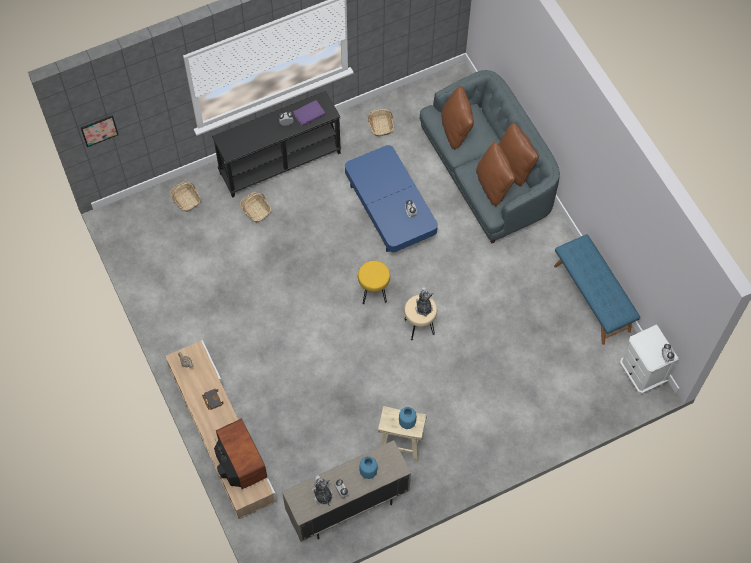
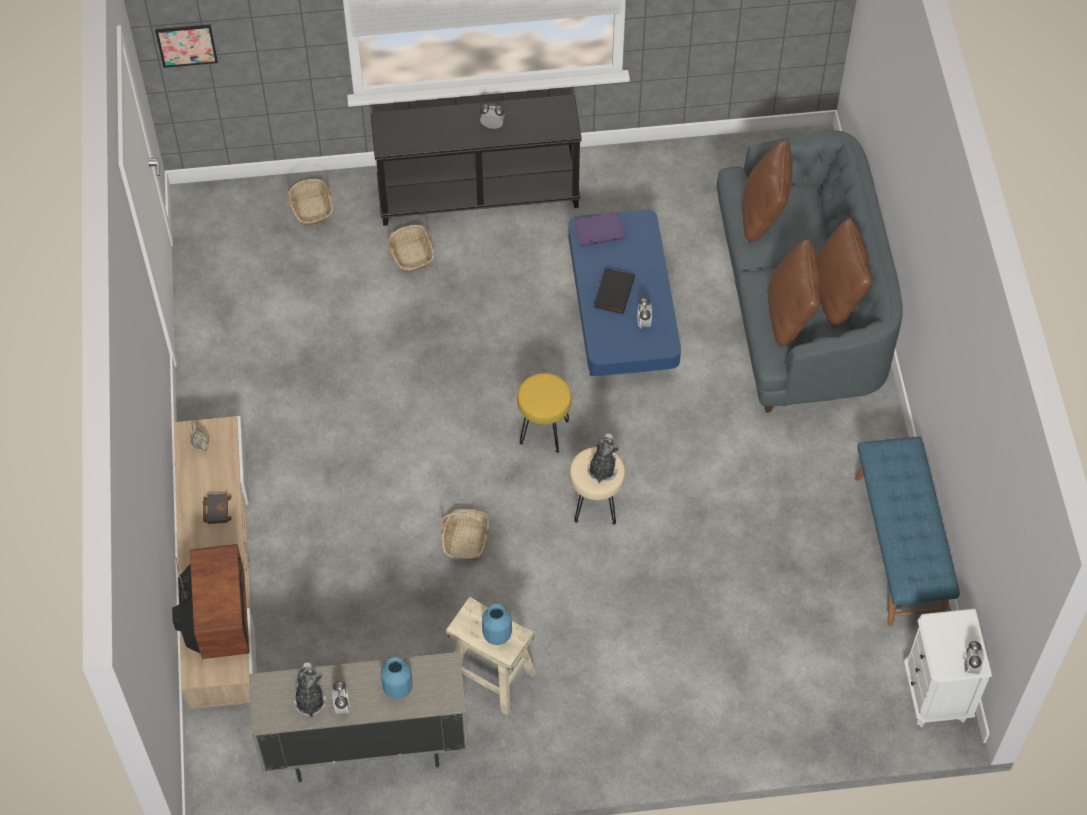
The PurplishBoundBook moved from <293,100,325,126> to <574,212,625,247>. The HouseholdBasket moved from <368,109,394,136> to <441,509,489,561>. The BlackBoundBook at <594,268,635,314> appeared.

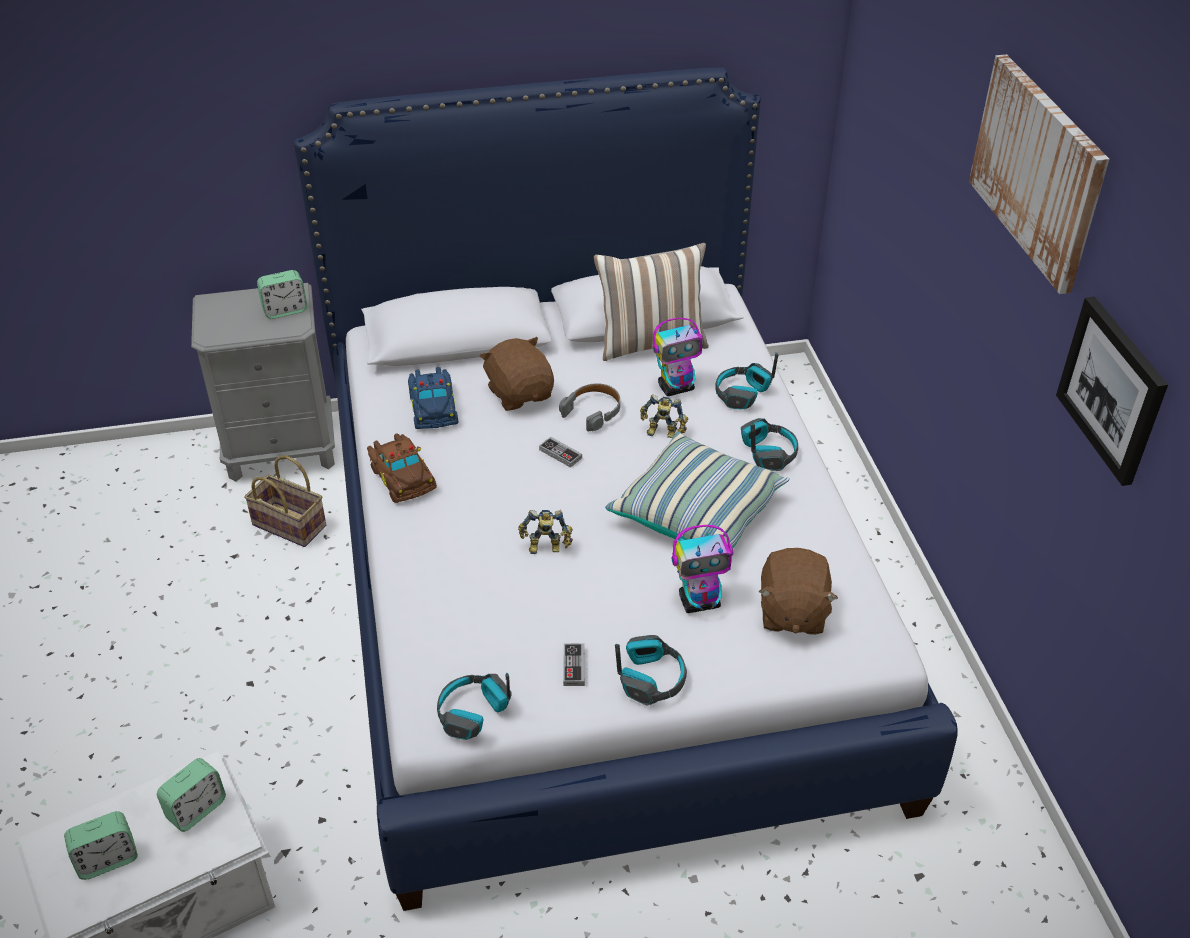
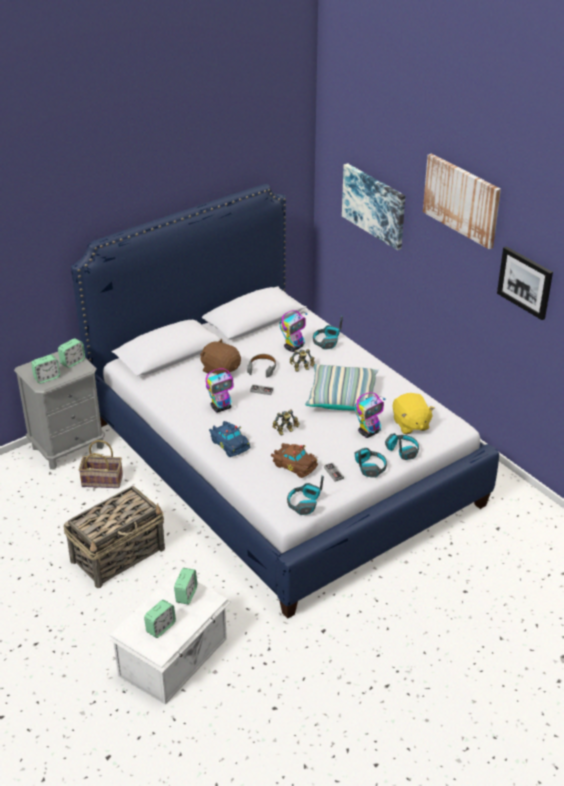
The Pillow at <594,243,709,361> disappeared. The BluishModelCar moved from <408,367,458,429> to <209,421,250,457>. The Headphones moved from <741,418,798,471> to <385,433,419,460>. The BrownModelCar moved from <367,433,437,503> to <271,443,318,478>. The BrownSoftToy at <759,548,838,635> became the YellowSoftToy at <393,393,435,434>. The Picture at <342,163,405,250> appeared. The AlarmClock at <31,355,60,383> appeared. The ToyRobot at <206,369,233,413> appeared. The HouseholdBasket at <64,486,165,588> appeared.

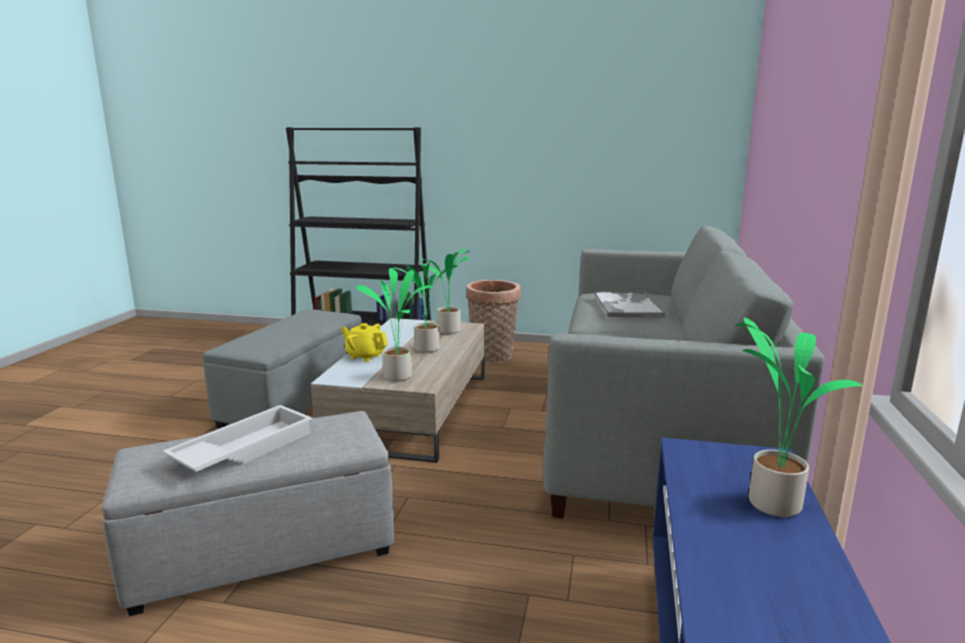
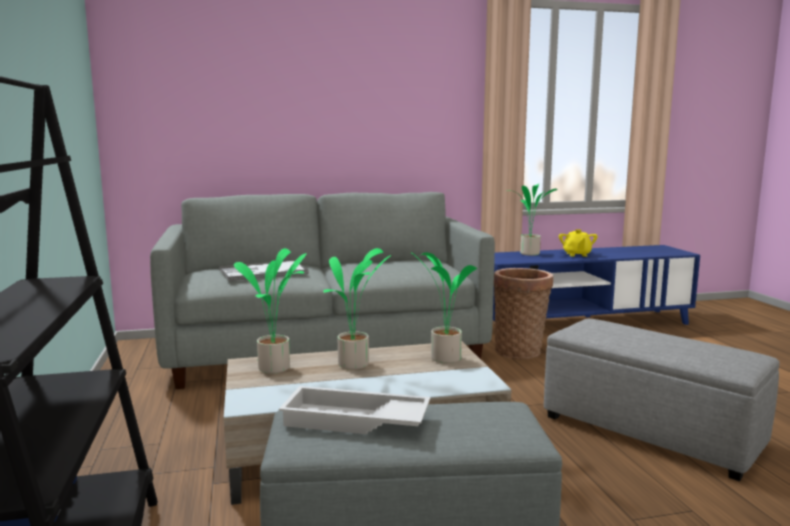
The HouseholdBasket moved from <466,280,521,363> to <494,268,553,359>. The YellowTeaPot moved from <341,323,388,362> to <559,229,598,257>. The WhiteCarryingTray moved from <162,405,313,472> to <279,386,430,434>.

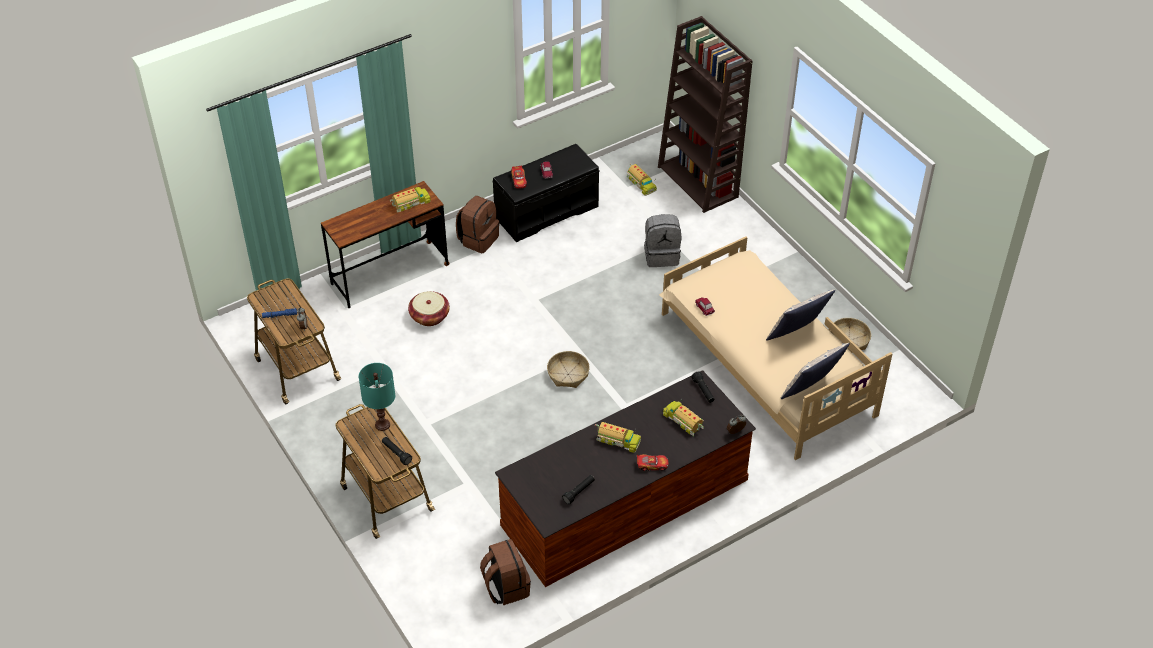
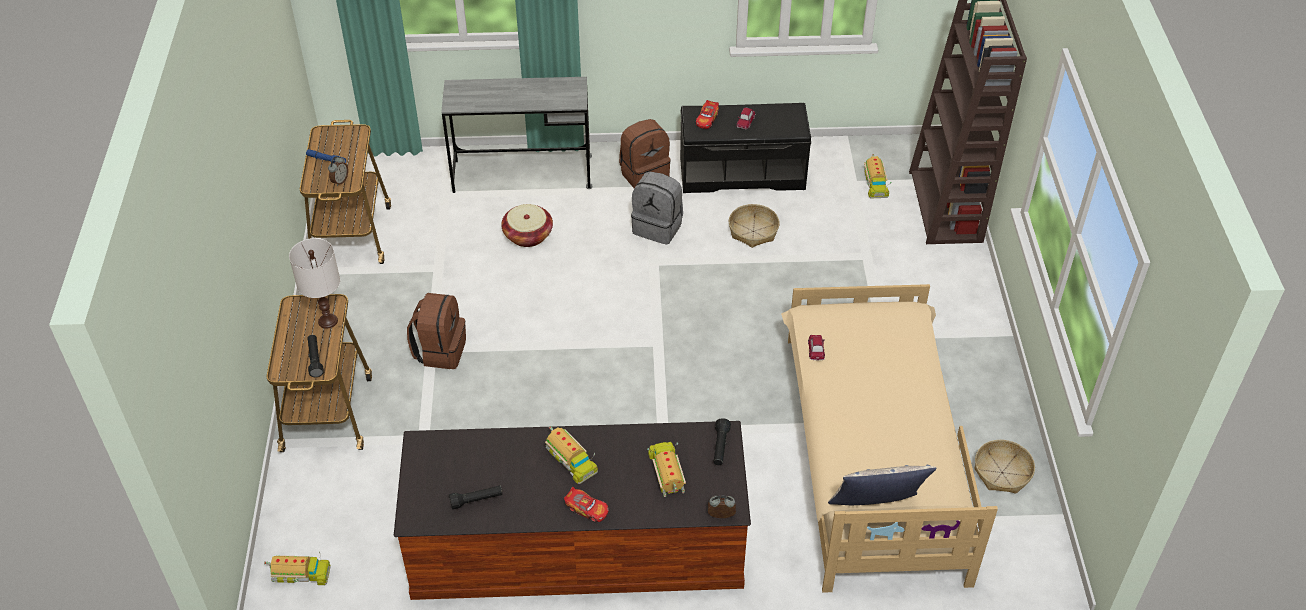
The BrownDeskTable at <321,181,450,308> became the GreyDeskTable at <441,77,592,193>. The ModelTruck moved from <390,184,431,213> to <264,552,331,585>. The GreyKnapsack moved from <644,214,681,267> to <631,172,683,245>. The Pillow at <766,290,835,341> disappeared. The HouseholdBasket moved from <547,351,590,388> to <729,204,780,248>. The BlueGreenTableLamp at <359,363,395,431> became the WhiteTableLamp at <289,238,340,329>. The BrownKnapsack moved from <480,539,531,605> to <407,293,466,369>.

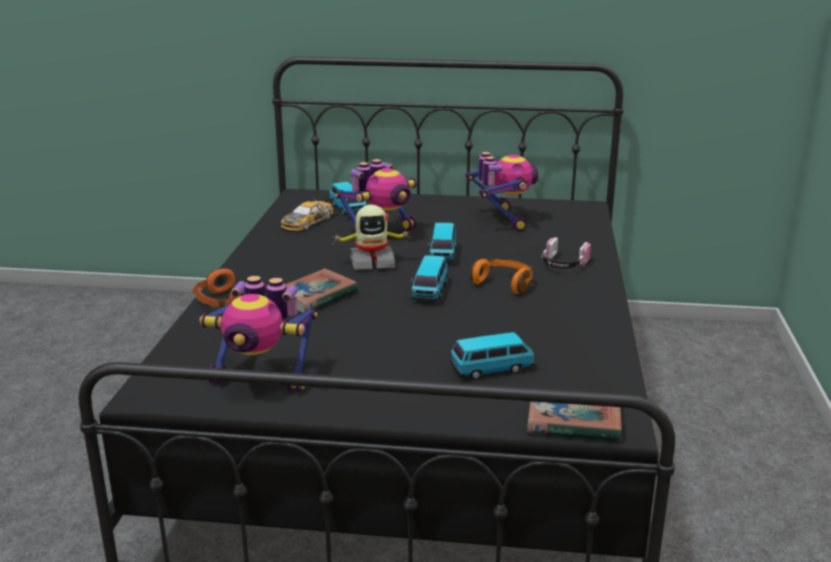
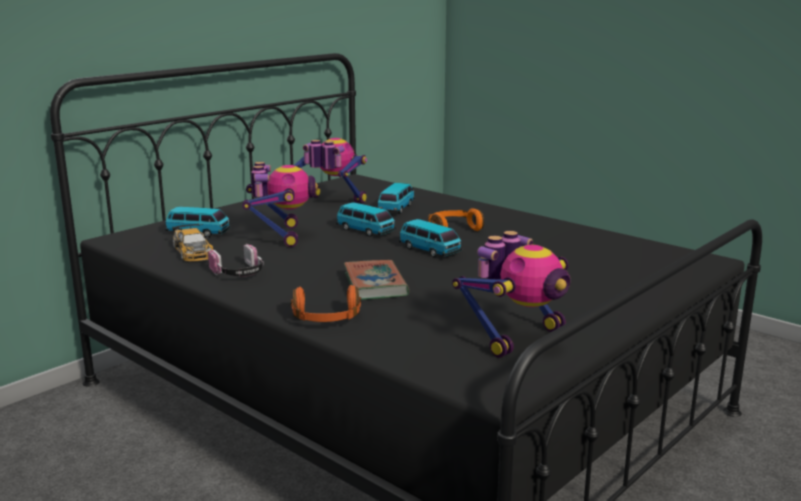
The ToyRobot at <331,205,411,270> disappeared. The Headphones moved from <541,237,591,269> to <208,244,264,277>. The ModelCar moved from <450,332,535,380> to <378,183,415,214>. The BoundBook at <527,388,621,442> disappeared.

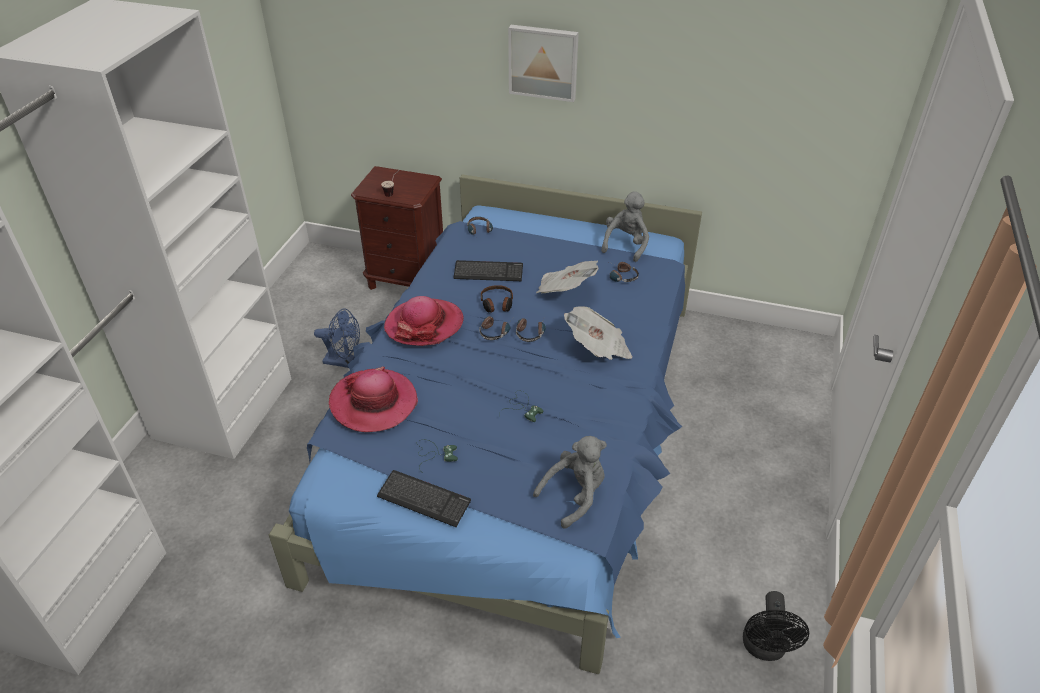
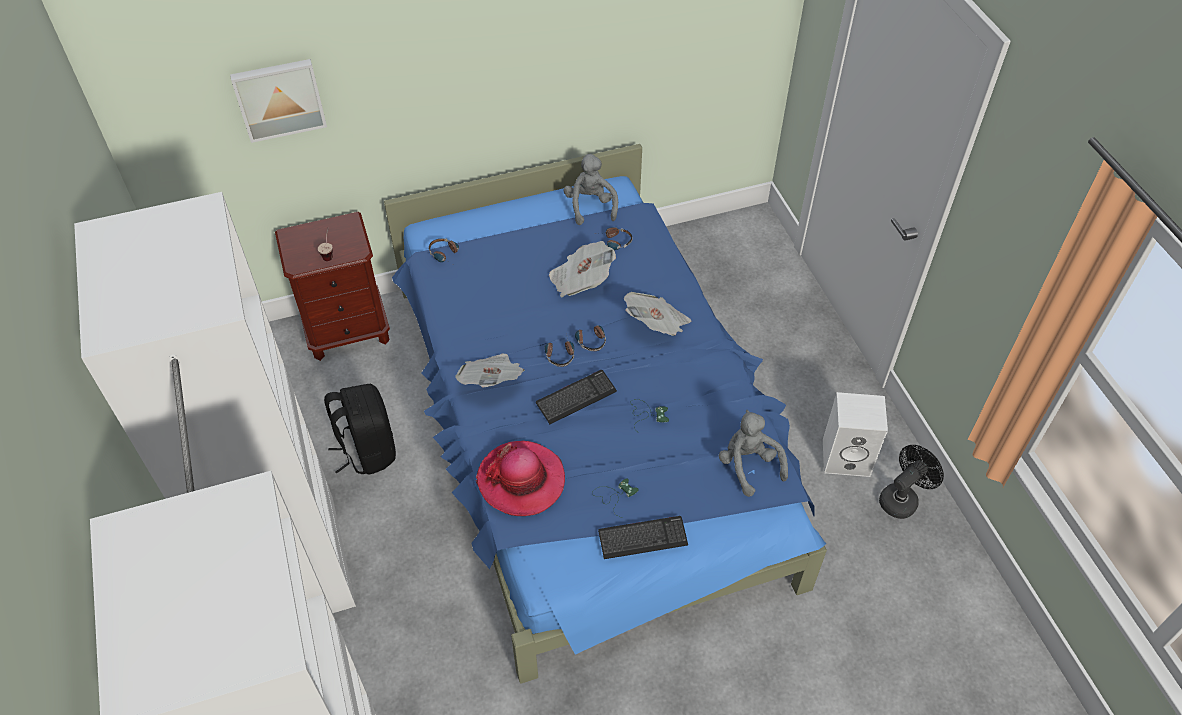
The Picture moved from <508,25,579,102> to <230,59,327,143>. The PcKeyboard moved from <453,260,523,281> to <536,370,617,424>. The Headphones at <481,285,513,313> disappeared. The Hat at <384,296,464,346> was replaced by the Newspaper at <455,354,525,387>. The BluishFan at <314,309,360,368> was replaced by the BlackKnapsack at <324,384,396,474>. The GreySoftToy at <533,436,607,529> turned 45 degrees counterclockwise. The BlackFan at <743,591,809,661> turned 105 degrees counterclockwise. The WhiteSpeaker at <823,392,888,477> appeared.

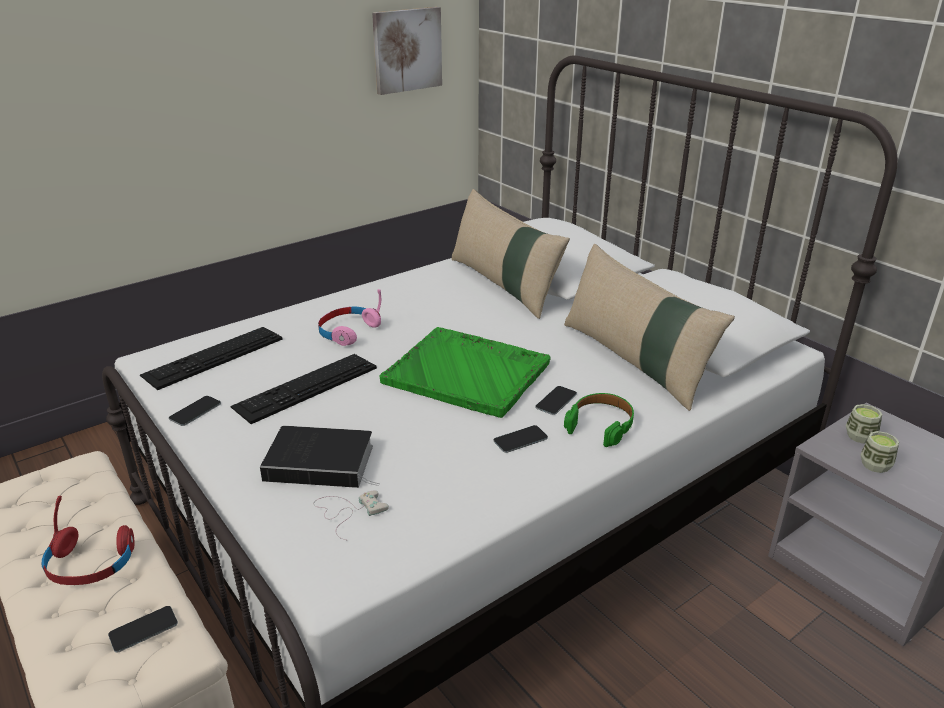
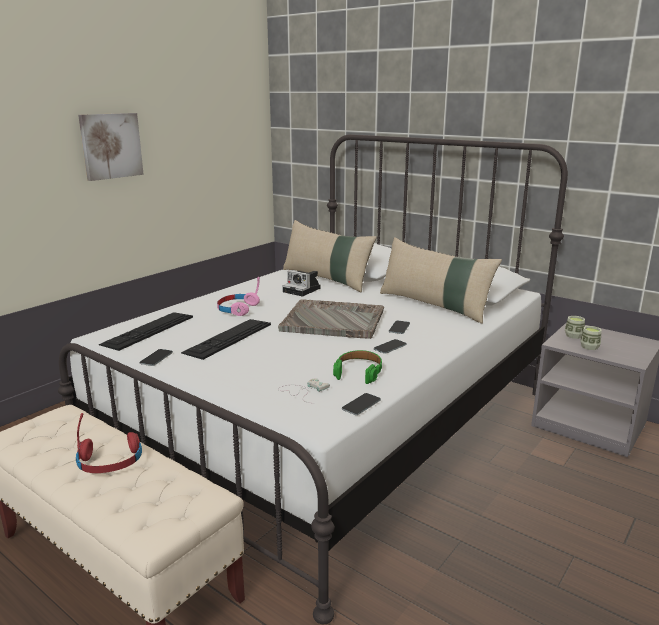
The Picture moved from <372,7,442,95> to <78,113,144,181>. The GreenCarryingTray at <379,327,551,418> became the GreyCarryingTray at <278,299,384,339>. The GreenHeadphones moved from <564,393,634,447> to <333,350,382,384>. The BoundBook at <260,426,380,488> disappeared. The Telephone moved from <108,606,178,653> to <342,393,381,415>. The StillCamera at <282,270,321,296> appeared.

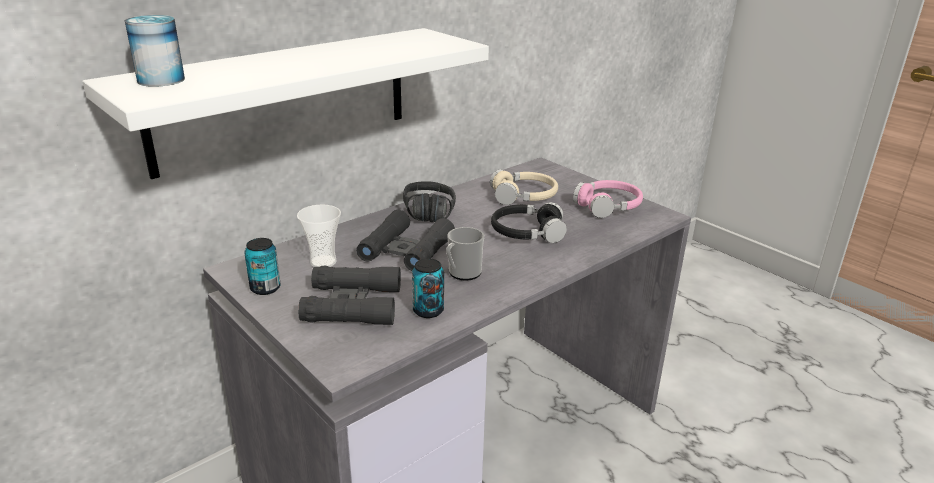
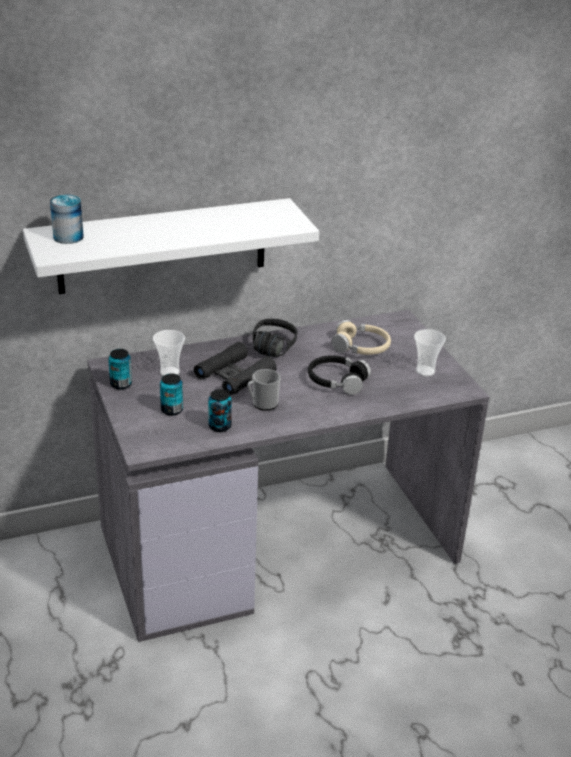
The PinkishHeadphones at <573,180,643,218> was replaced by the SmallCup at <414,329,446,376>. The BlackPairOfBinoculars at <298,266,401,325> was replaced by the SealedCan at <160,373,183,416>.

